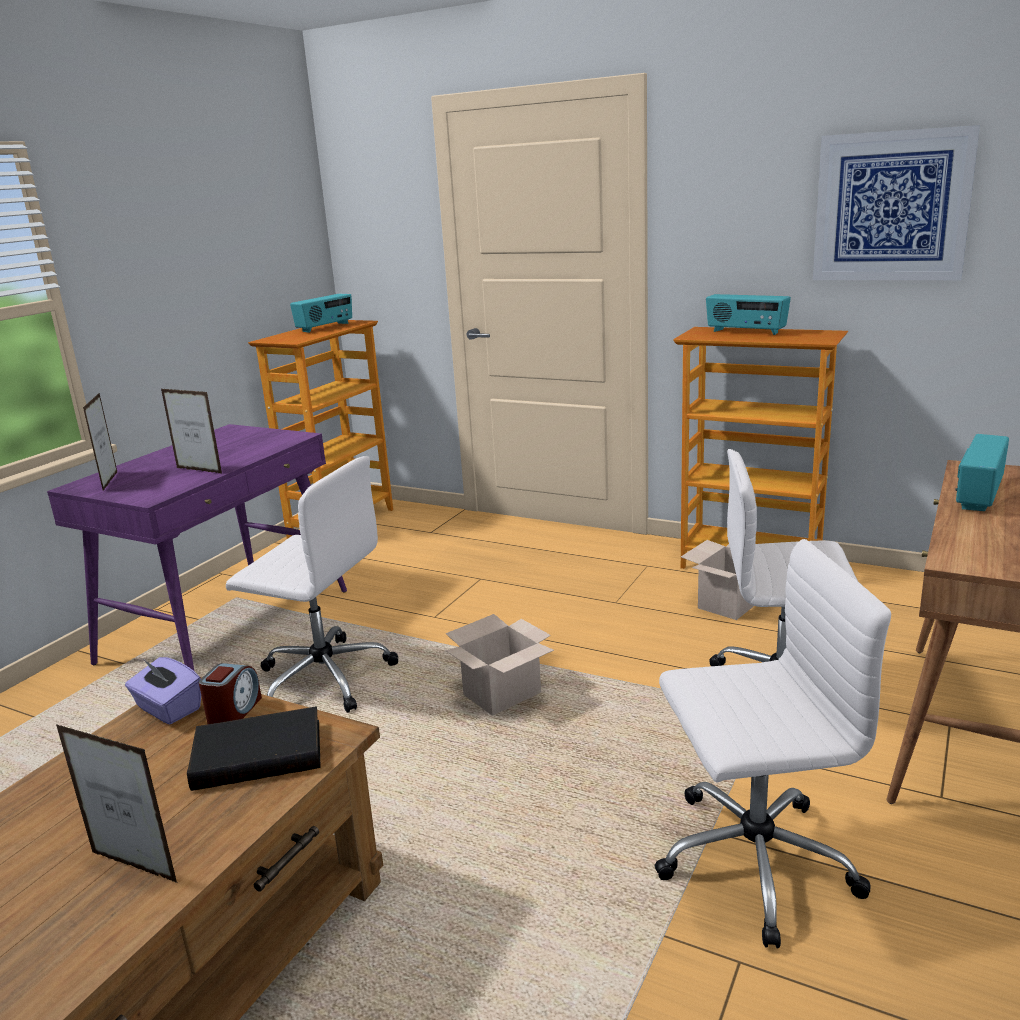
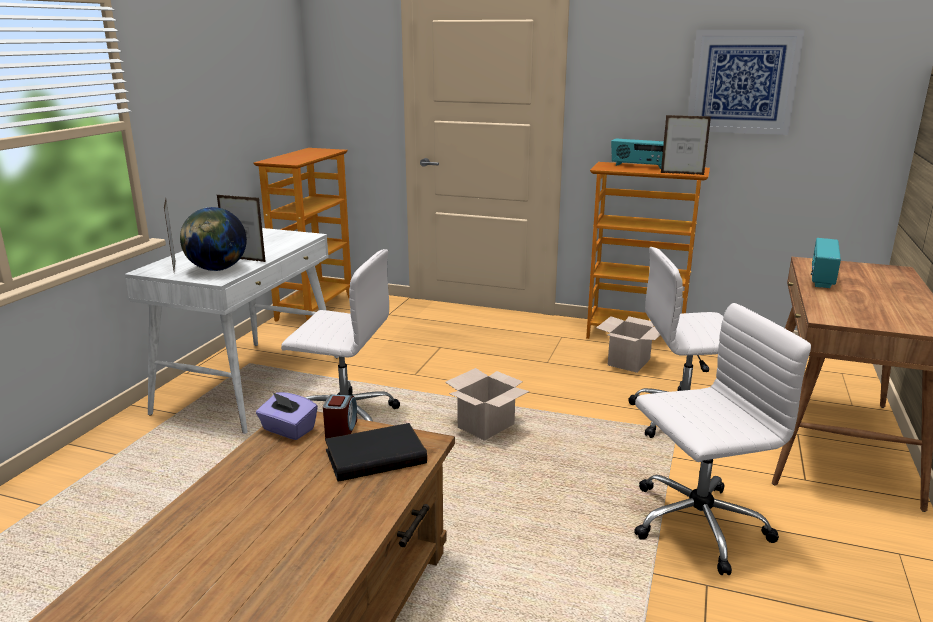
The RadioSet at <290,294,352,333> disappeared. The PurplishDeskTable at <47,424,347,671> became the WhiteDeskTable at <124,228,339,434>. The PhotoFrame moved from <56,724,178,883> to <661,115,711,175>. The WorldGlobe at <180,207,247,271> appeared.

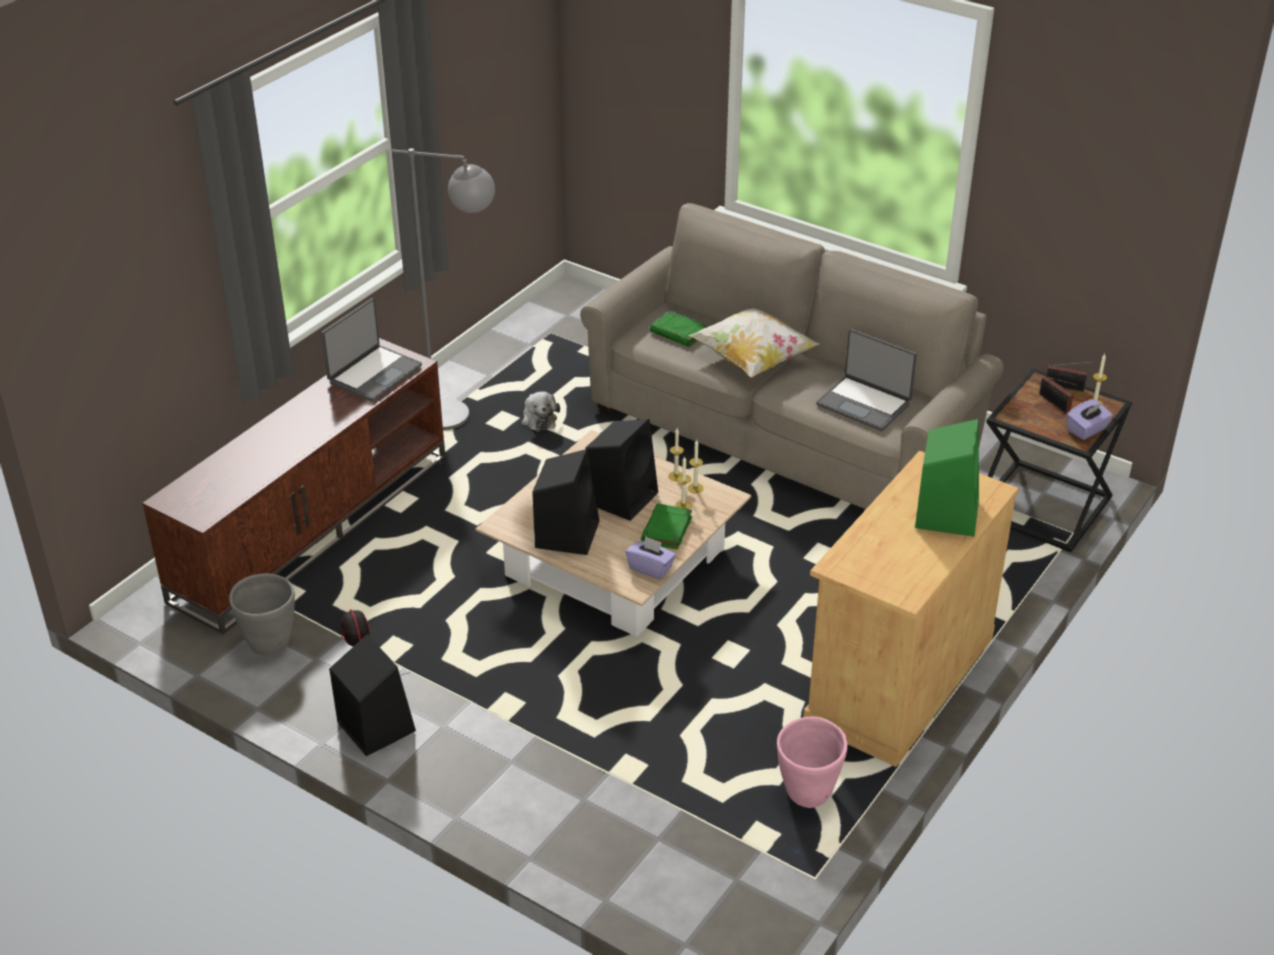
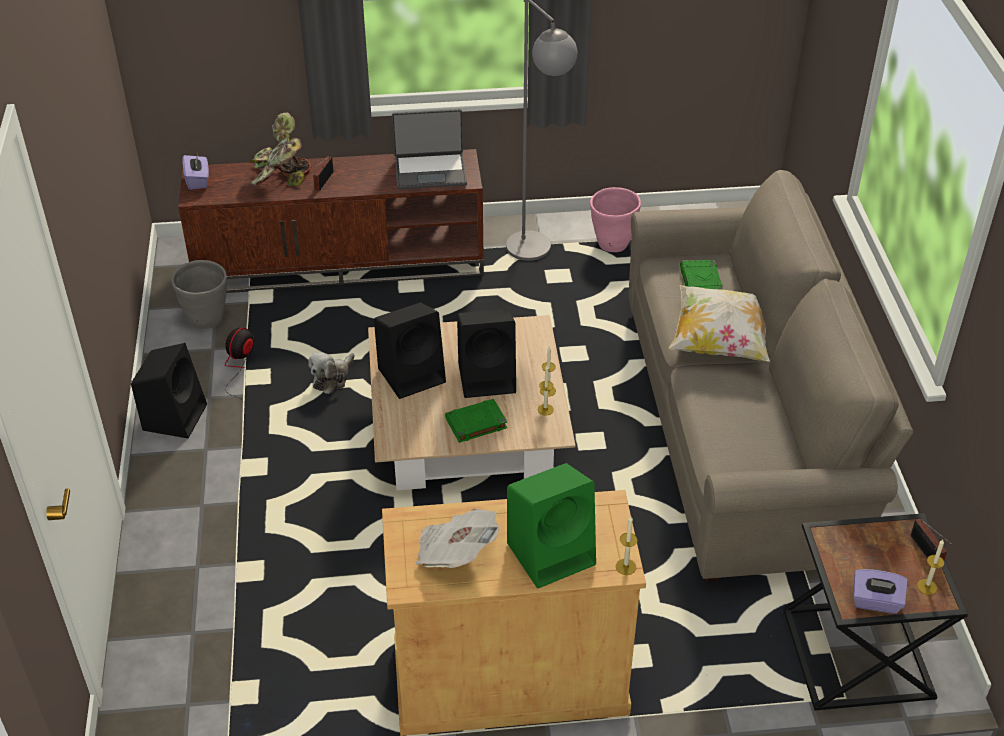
The Laptop at <816,329,917,431> disappeared. The RadioSet moved from <1039,377,1078,413> to <313,156,334,190>. The SoftToy moved from <521,391,560,432> to <308,352,355,394>. The Candle moved from <675,457,692,509> to <616,516,638,575>. The PurplishBoxOfTissues moved from <625,536,676,579> to <182,154,209,190>. The PinkishPlantPot moved from <777,717,848,808> to <590,187,641,252>. The PottedPlant at <249,113,311,186> appeared. The Newspaper at <416,509,499,568> appeared.

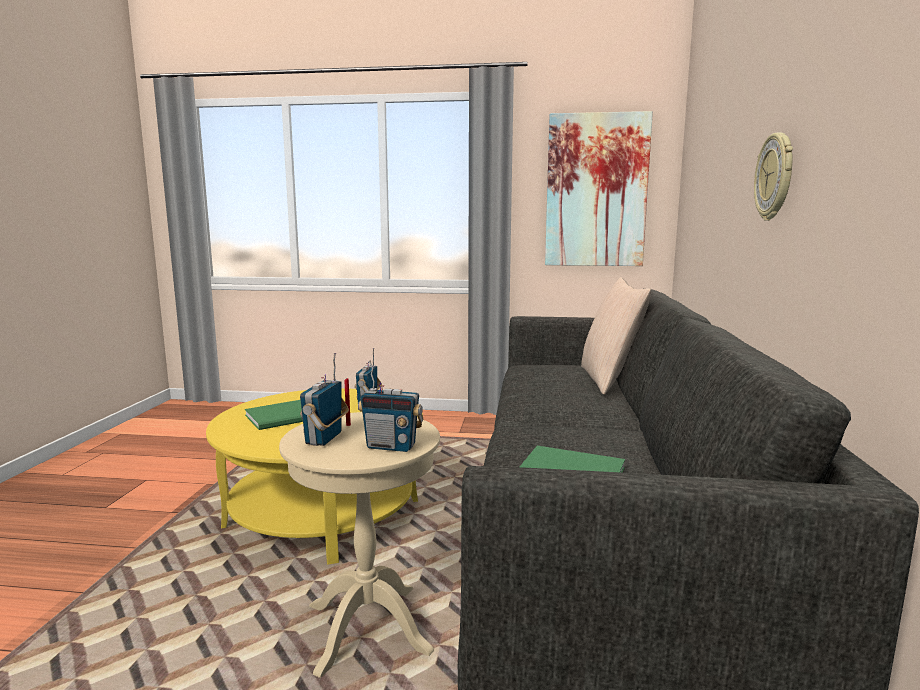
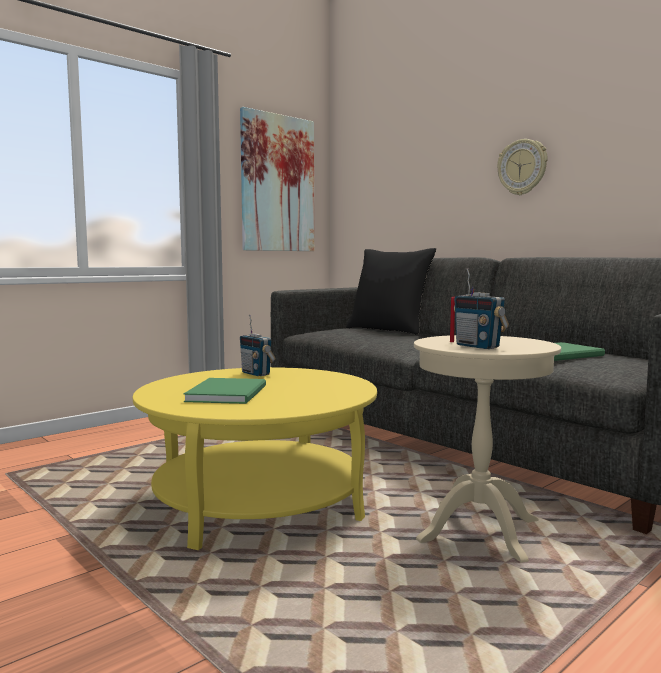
The BeigePillow at <581,277,651,395> became the BlackPillow at <346,248,436,335>. The RadioSet at <358,360,423,452> disappeared.

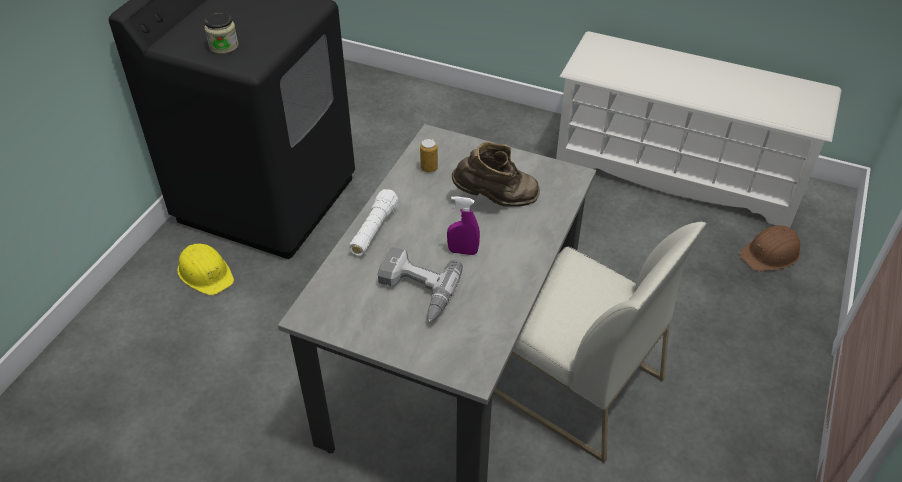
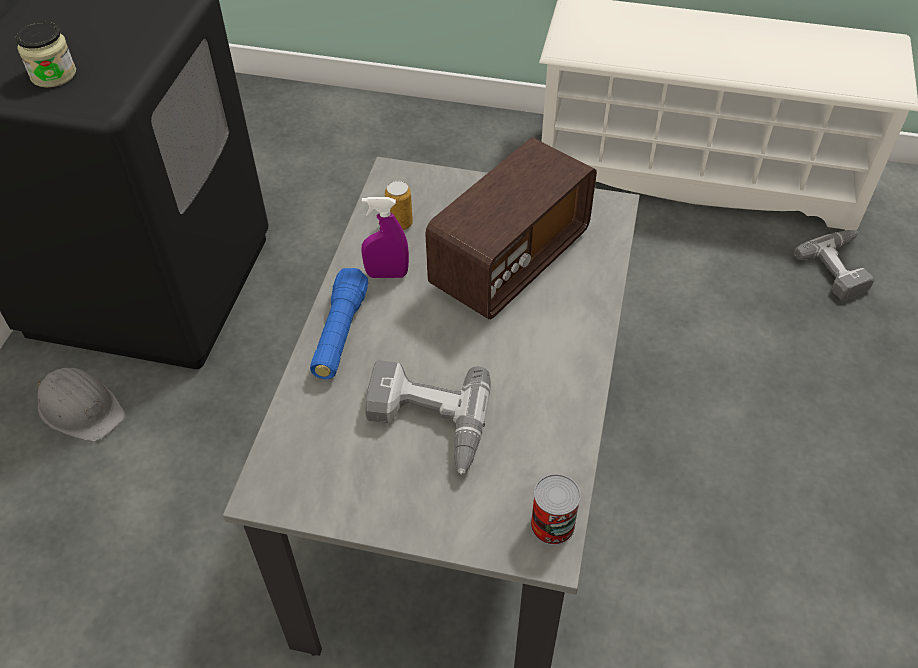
The BrownHighTopBoot at <452,142,540,207> was replaced by the RadioSet at <425,137,597,319>. The WhiteTorch at <349,189,399,256> became the BluishTorch at <310,268,368,379>. The PurplishHandSprayer moved from <447,196,480,255> to <361,197,409,278>. The WhitePlainChair at <493,222,707,463> disappeared. The BrownSafetyHelmet at <740,226,800,271> was replaced by the PowerDrill at <794,230,875,300>. The YellowSafetyHelmet at <177,243,234,295> became the GreySafetyHelmet at <38,368,125,442>. The SealedCan at <531,474,581,545> appeared.

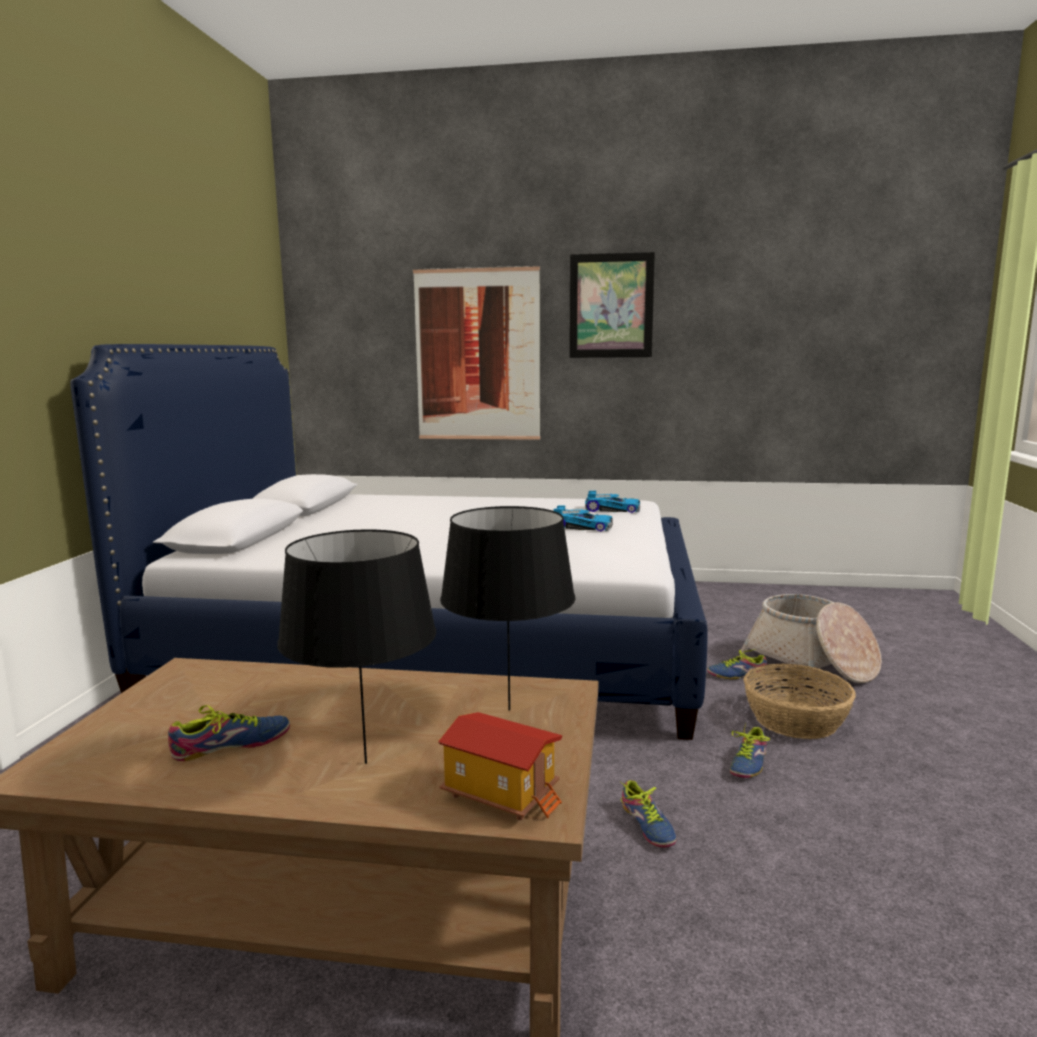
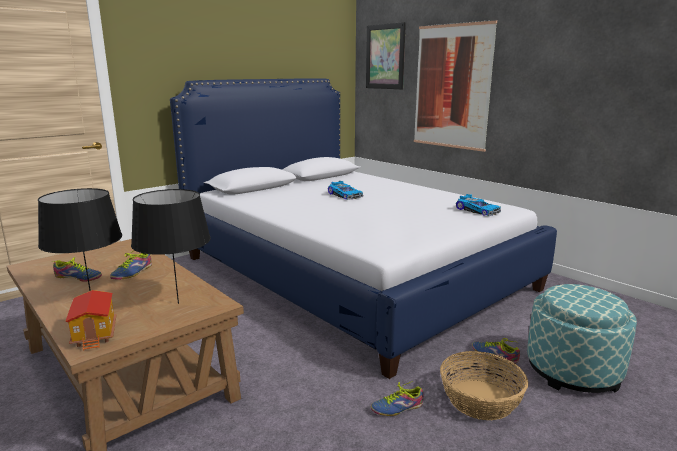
The Picture moved from <569,252,655,358> to <366,22,406,89>. The ModelCar moved from <554,505,613,531> to <328,181,363,200>. The HouseholdBasket at <741,594,882,683> was replaced by the Footrest at <527,284,637,393>. The LowShoe moved from <620,780,677,848> to <110,250,152,280>.

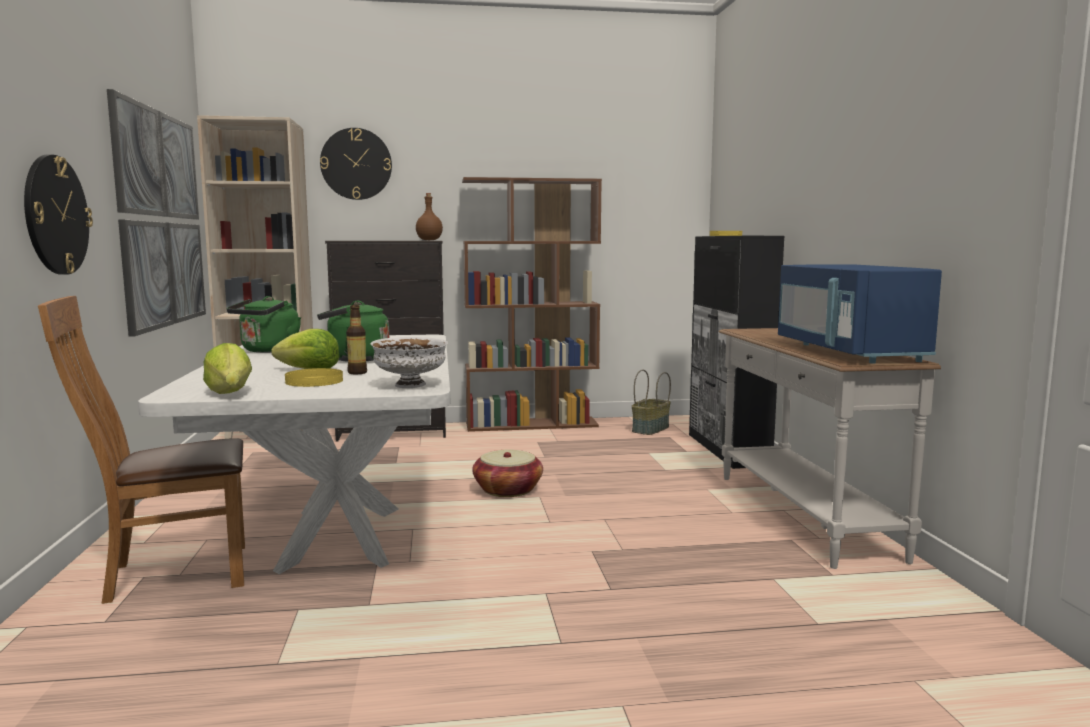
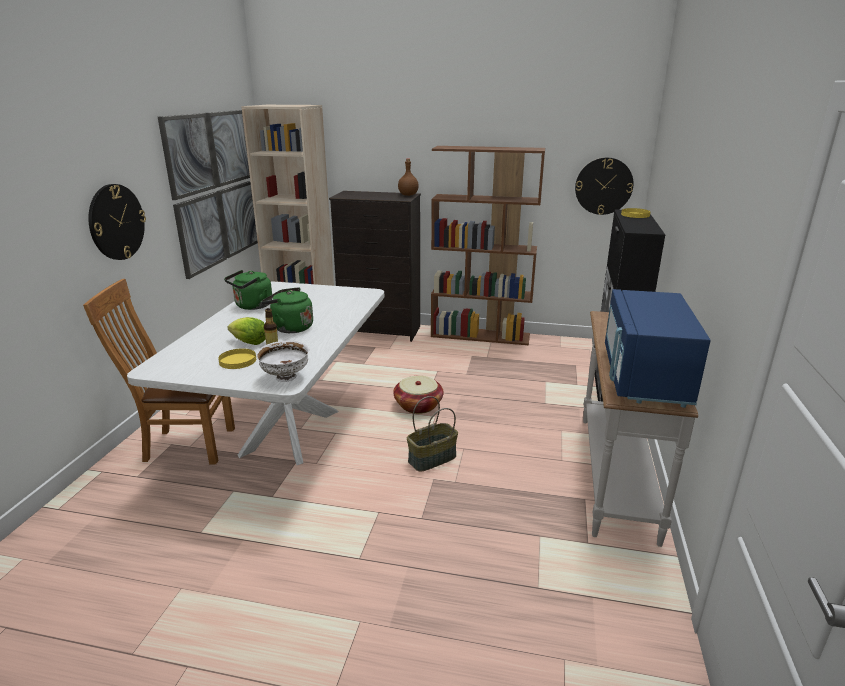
The HangingClock moved from <320,128,392,200> to <575,157,633,215>. The LettuceHead at <203,343,252,394> disappeared. The HouseholdBasket moved from <632,369,671,435> to <407,396,458,472>.

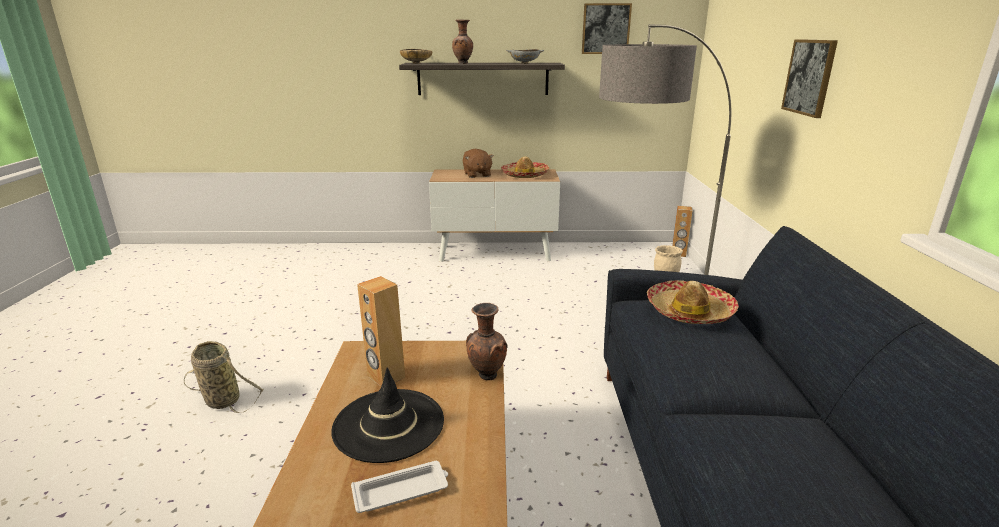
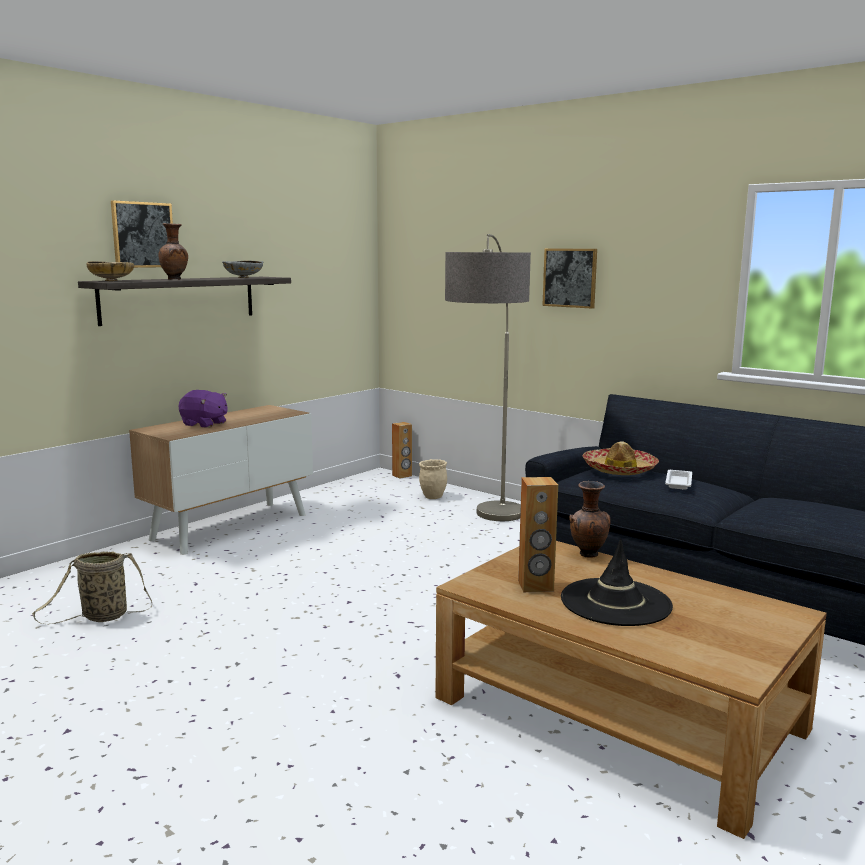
The Picture moved from <582,3,632,54> to <111,200,173,268>. The BrownSoftToy at <463,149,494,178> became the PurplishSoftToy at <179,390,228,428>. The Hat at <501,156,549,178> disappeared. The HouseholdBasket moved from <184,341,263,413> to <32,551,152,624>. The WhiteCarryingTray moved from <351,461,448,513> to <665,470,692,490>.

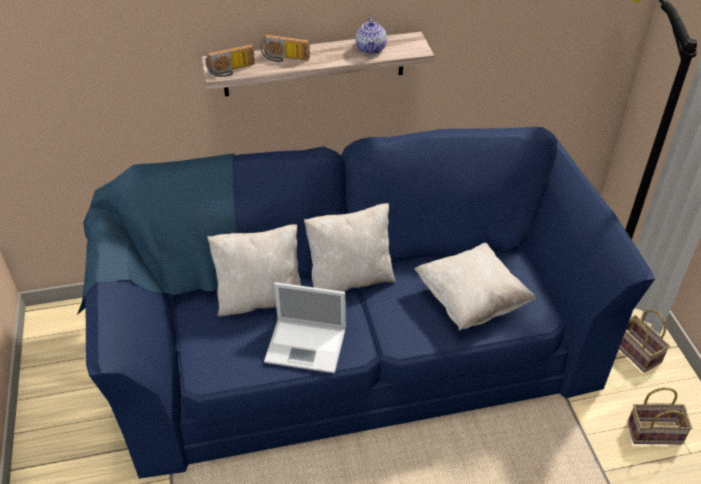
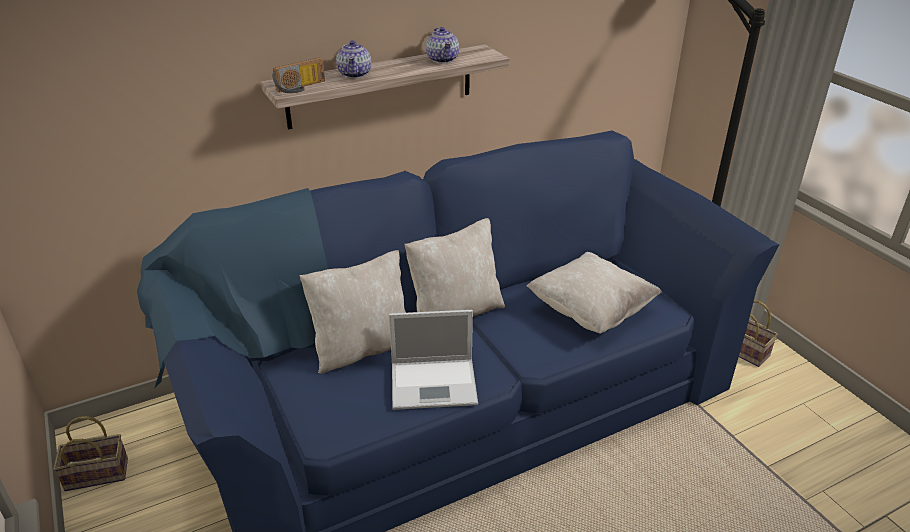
The RadioSet at <261,34,310,62> was replaced by the TeaPot at <336,40,372,78>. The HouseholdBasket moved from <627,387,692,444> to <53,416,128,491>.

